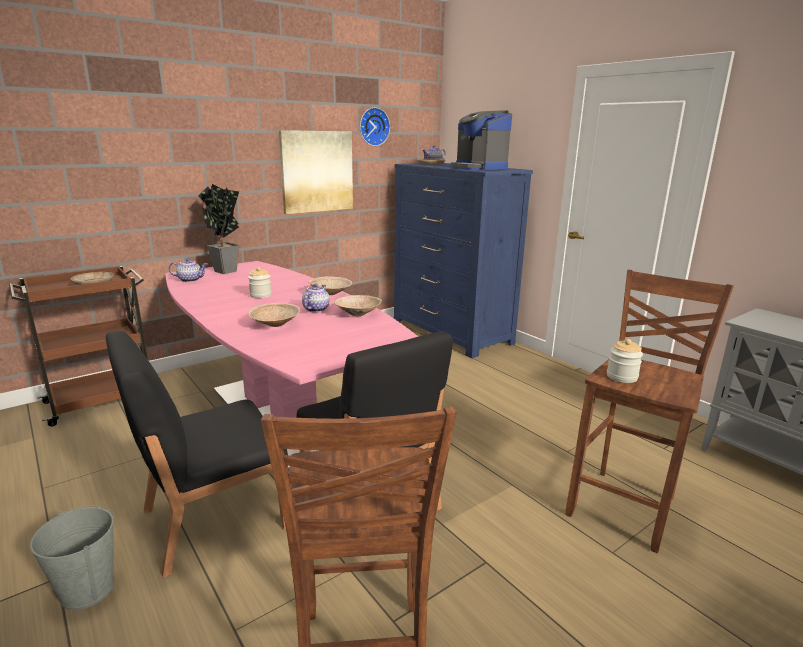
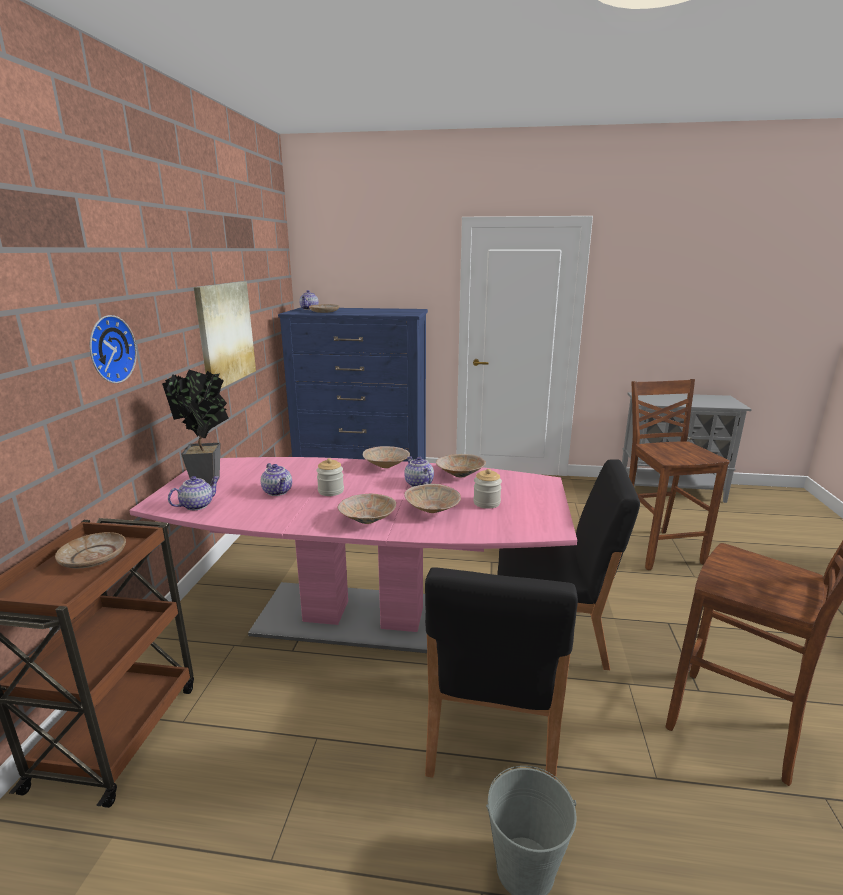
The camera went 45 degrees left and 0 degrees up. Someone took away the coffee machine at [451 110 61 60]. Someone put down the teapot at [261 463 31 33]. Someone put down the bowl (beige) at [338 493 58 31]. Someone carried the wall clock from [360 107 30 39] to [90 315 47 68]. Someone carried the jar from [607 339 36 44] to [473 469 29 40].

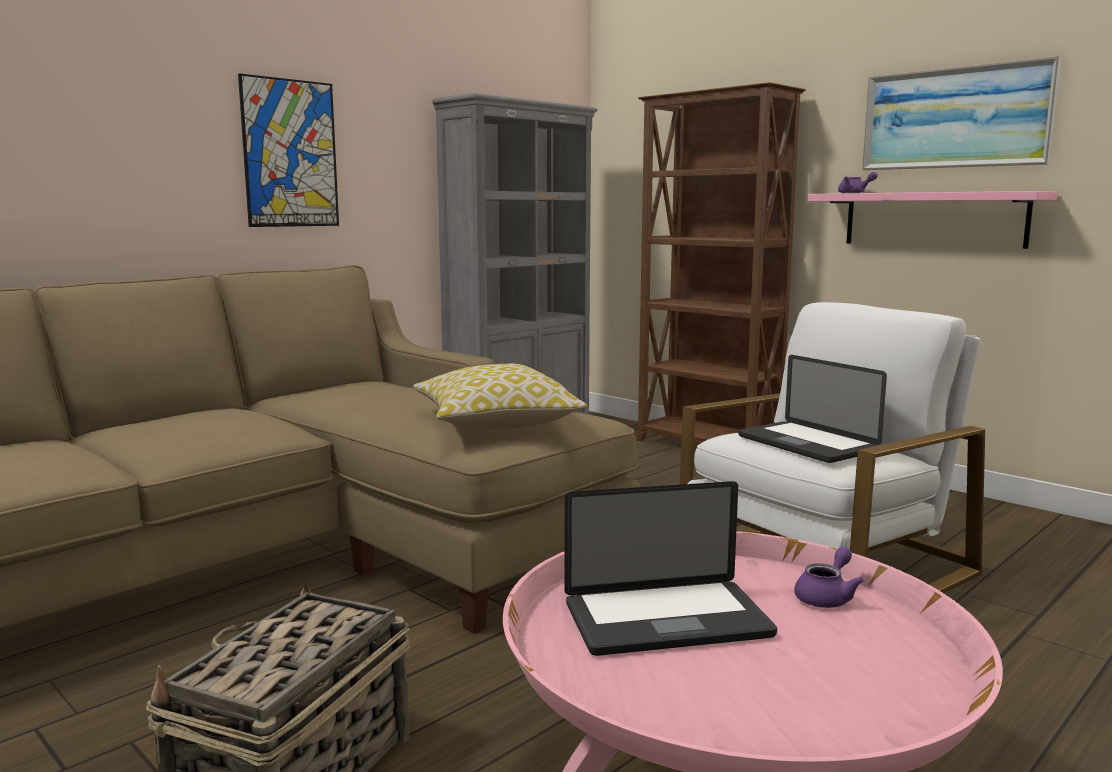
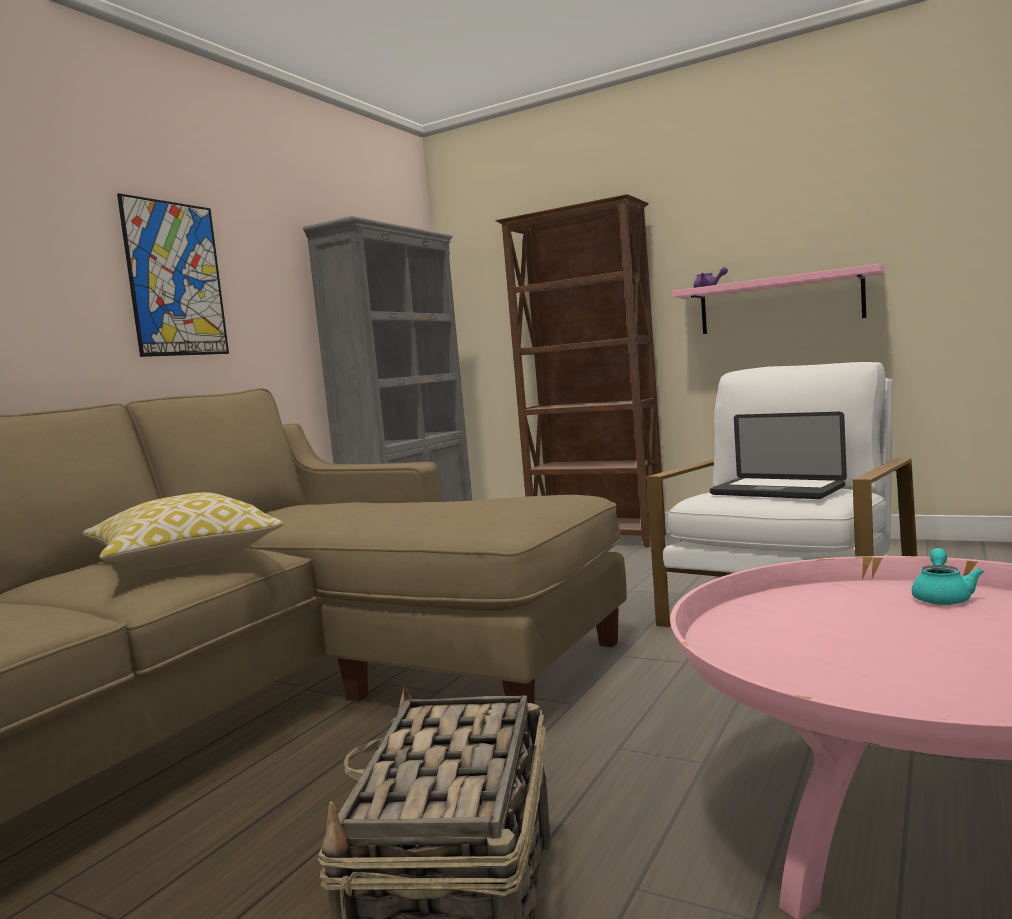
The camera went 15 degrees left and 5 degrees down. Someone took away the laptop at [564 481 213 175]. Someone took away the picture at [862 56 200 114]. Someone carried the pillow from [413 364 174 67] to [83 492 201 77]. Someone repainted the teapot (purple) at [794 547 70 61], which became the teapot (turquoise) at [912 548 72 57].

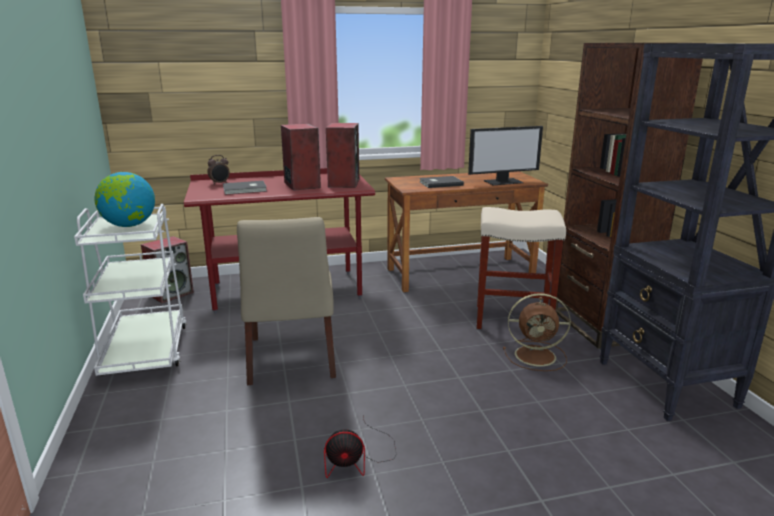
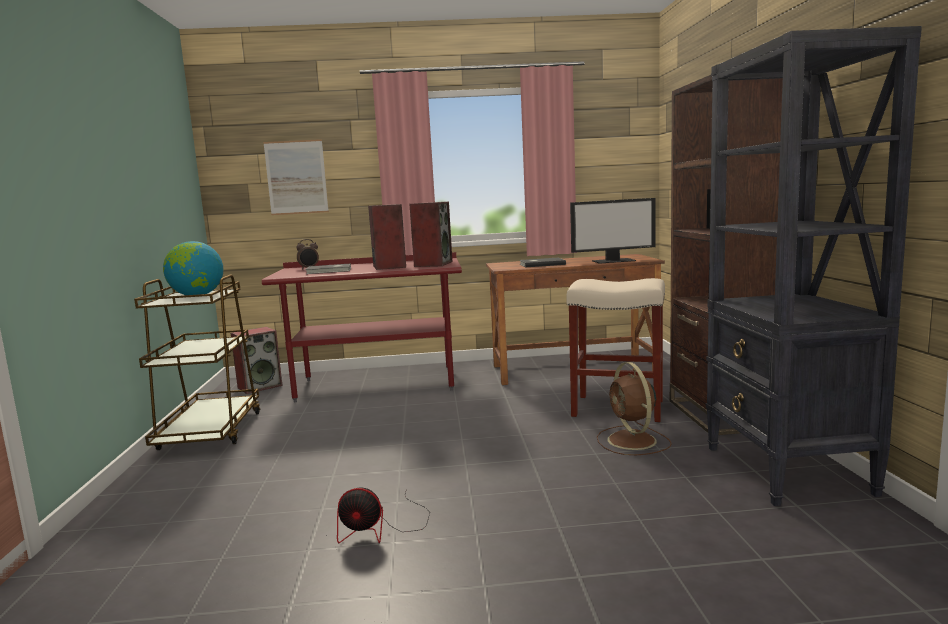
The camera went 10 degrees right and 10 degrees down. Someone took away the chair (beige) at [237 217 99 168]. Someone put up the picture at [263 139 66 76]. Someone repainted the cart (white) at [74 204 113 172], which became the cart (brown) at [134 275 127 175]. Someone rotated the fan (brown) at [503 293 68 78] by 60 degrees clockwise.

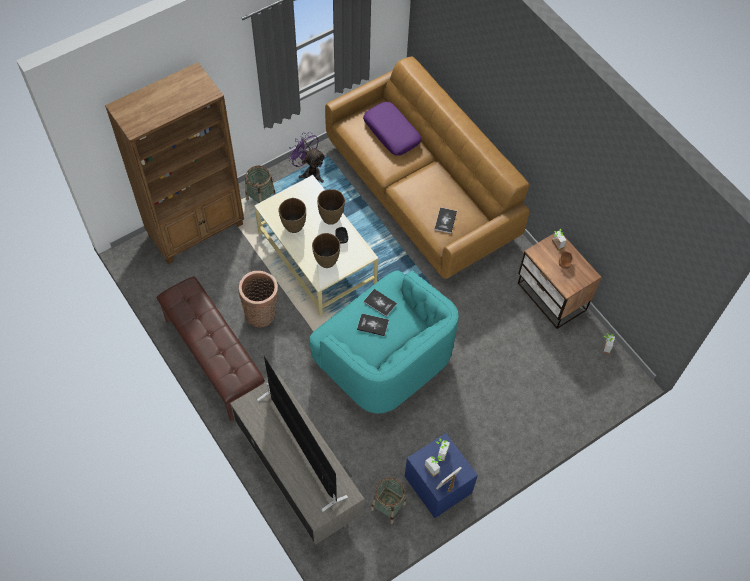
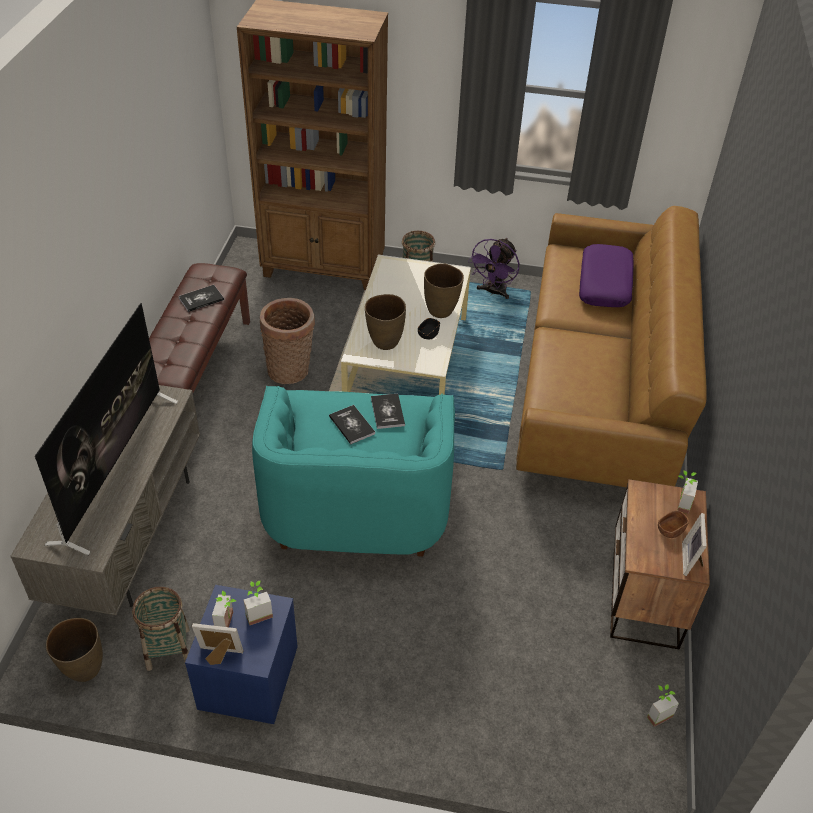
The camera went 45 degrees right and 15 degrees down. Someone put down the picture frame at [682 513 25 63]. Someone carried the vase (brown) from [278 198 28 35] to [46 618 57 64]. Someone carried the book from [435 207 22 26] to [179 285 45 27]. Someone rotated the fan (purple) at [287 132 39 51] by 150 degrees counterclockwise.

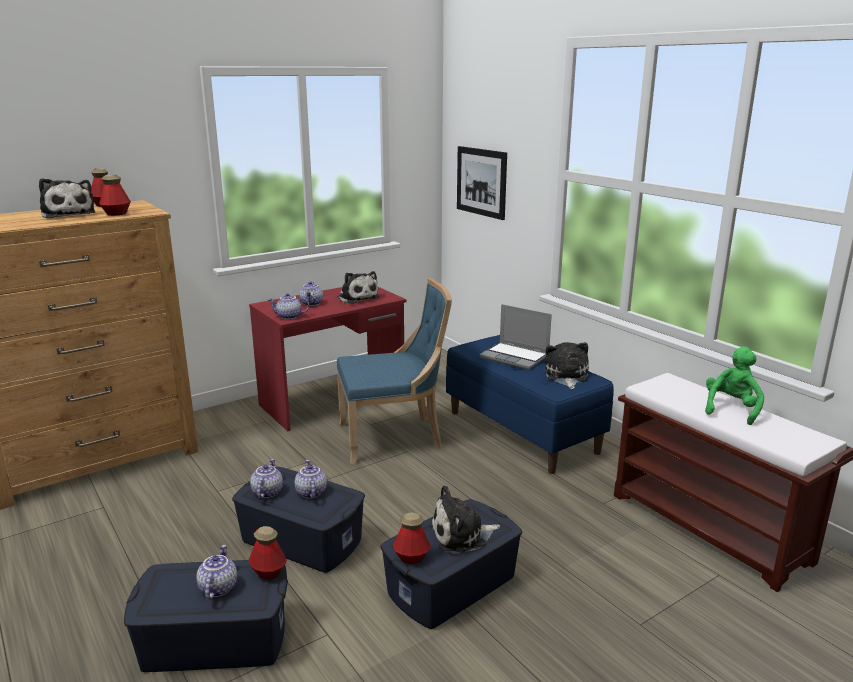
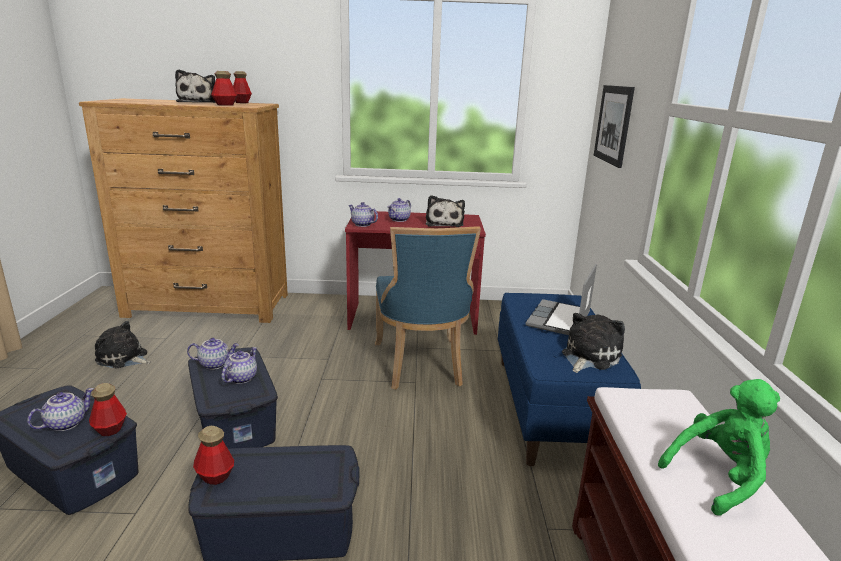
The camera went 35 degrees right and 0 degrees up. Someone carried the plush toy from [430 485 70 69] to [95 321 56 48]. Someone rotated the teapot at [250 459 33 39] by 45 degrees clockwise. Someone rotated the chair (blue) at [337 278 115 186] by 60 degrees clockwise. Someone rotated the laptop at [479 304 73 66] by 45 degrees clockwise.

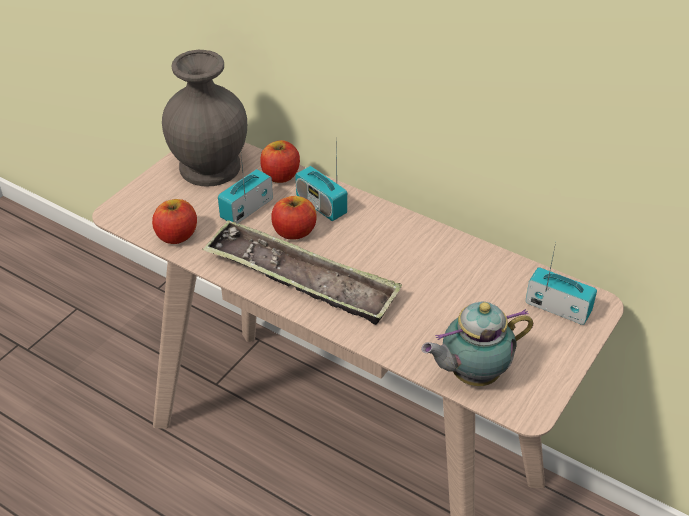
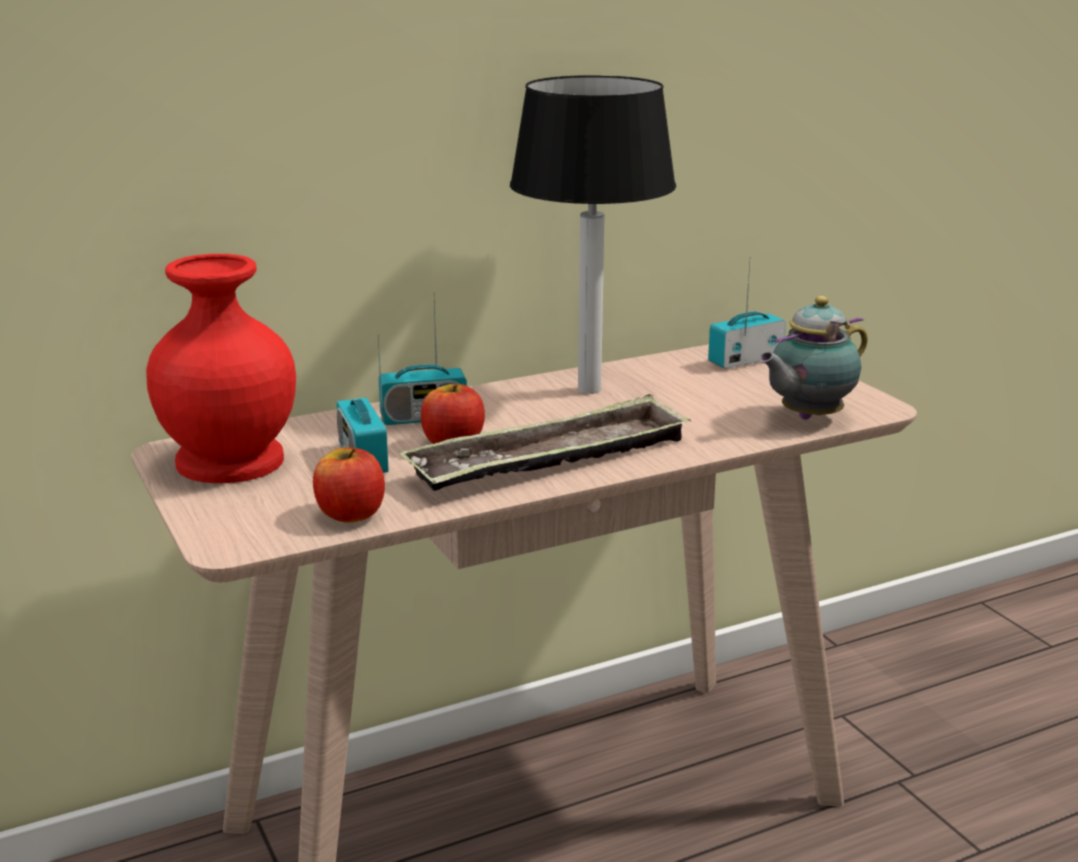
The camera went 60 degrees left and 20 degrees down. Someone took away the apple at [260 140 40 43]. Someone put down the table lamp at [510 75 166 319]. Someone repainted the vase (grey) at [162 50 85 136], which became the vase (red) at [146 254 150 229]. Someone rotated the teapot at [421 302 112 84] by 45 degrees clockwise.

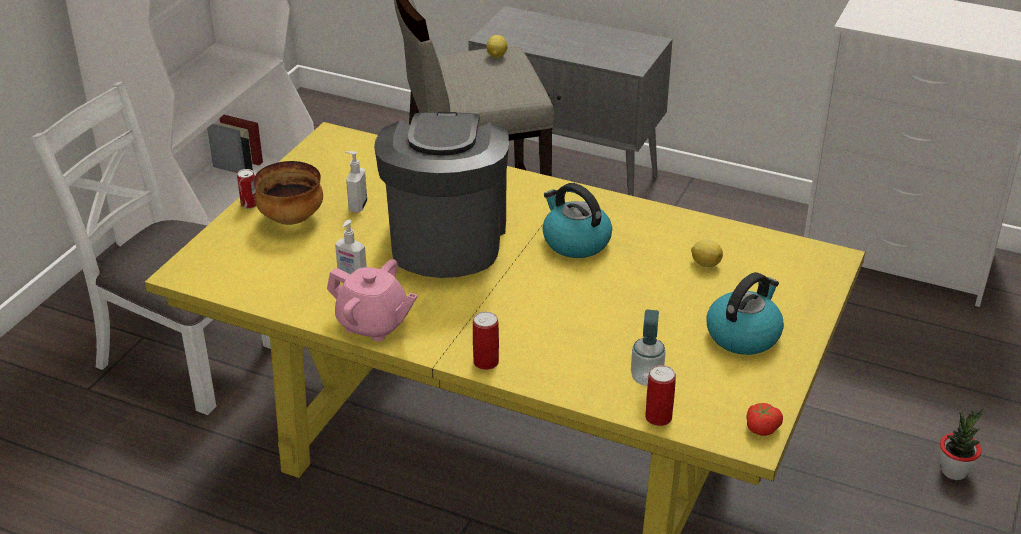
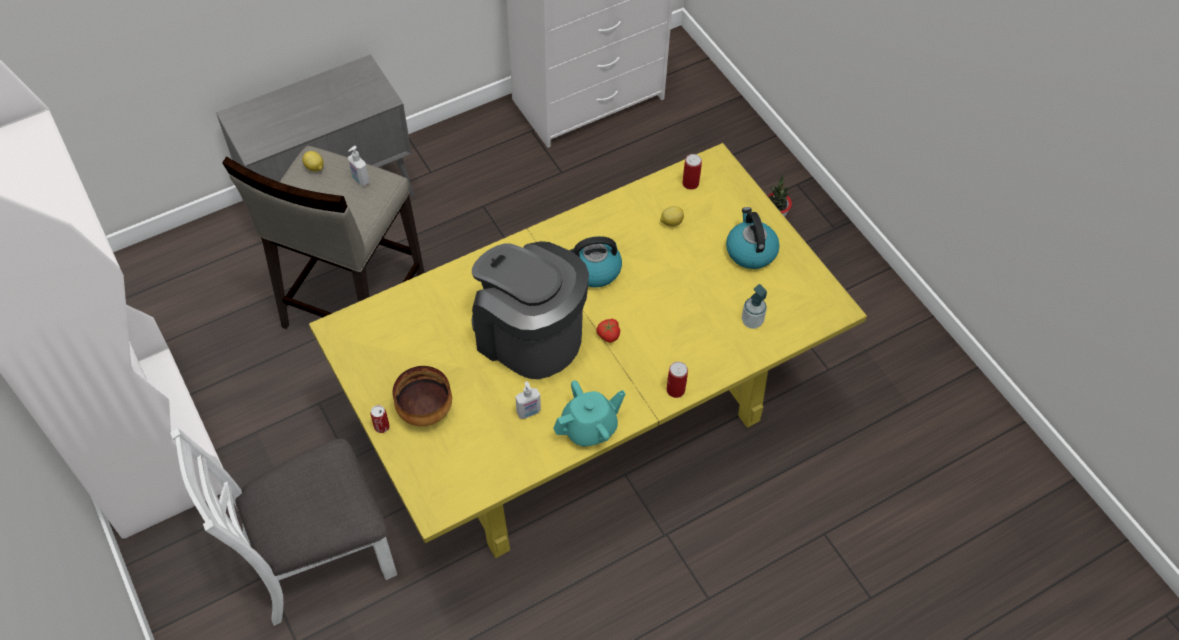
The camera went 55 degrees left and 20 degrees up. Someone carried the soap dispenser from [345 151 22 62] to [348 146 22 40]. Someone carried the can from [645 365 31 61] to [682 154 20 36]. Someone carried the tomato from [746 403 37 33] to [596 319 24 24]. Someone repainted the teapot (pink) at [327 259 91 83], which became the teapot (turquoise) at [553 380 73 67].

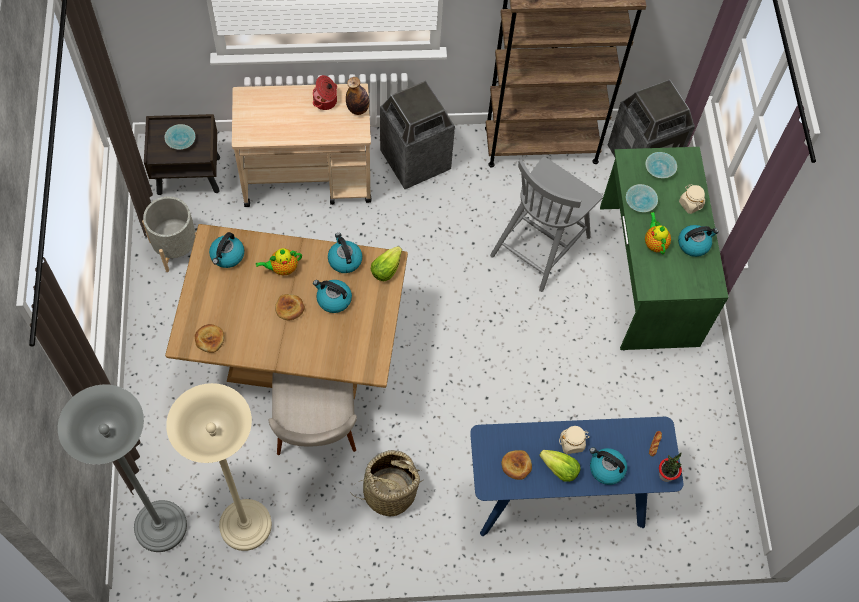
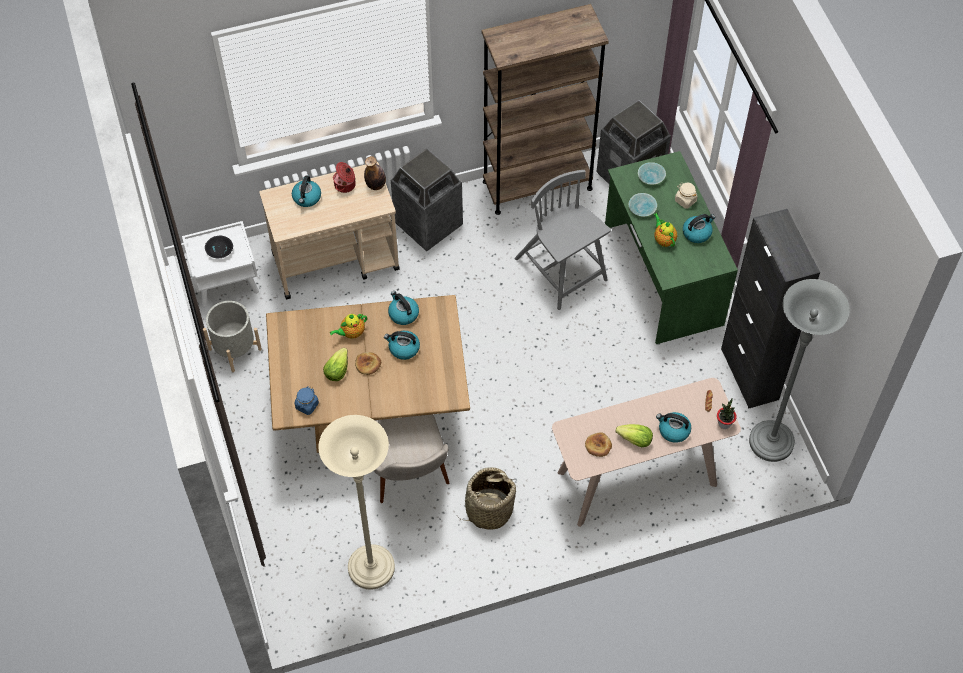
The camera went 10 degrees left and 5 degrees down. Someone took away the jar (beige) at [559 426 30 28]. Someone put down the cabinet (black) at [721 209 99 199]. Someone carried the floor lamp (grey) from [58 384 129 168] to [749 279 101 183]. Someone carried the kettle from [209 232 35 36] to [292 176 29 31]. Someone carried the lettuce from [370 246 32 35] to [323 348 25 33]. Someone swapped the bread at [194 324 30 29] for the jar (blue) at [295 386 24 29]. Someone repainted the nightstand (brown) at [144 114 76 81], which became the nightstand (white) at [182 221 77 86]. Someone repainted the bowl (turquoise) at [165 124 30 26], which became the bowl (black) at [205 236 28 22]. Someone repainted the console table (blue) at [470 417 213 119], which became the console table (beige) at [552 378 189 149]. Someone rotated the chair (grey) at [490 157 113 135] by 120 degrees clockwise.

